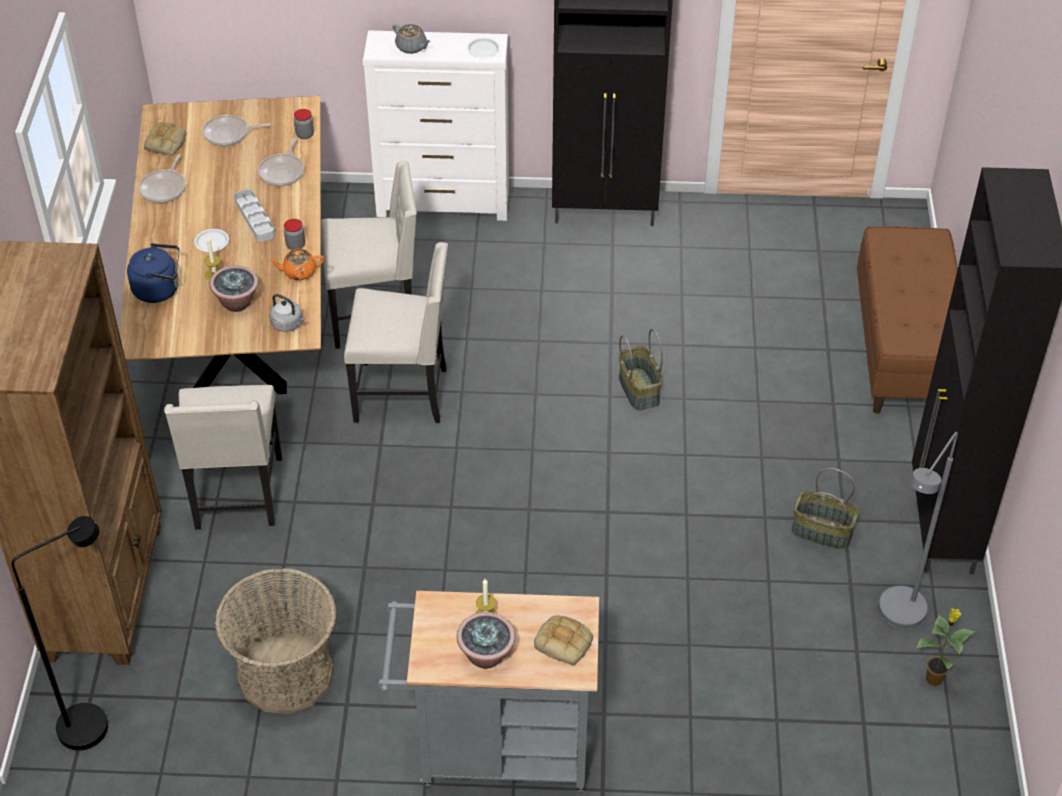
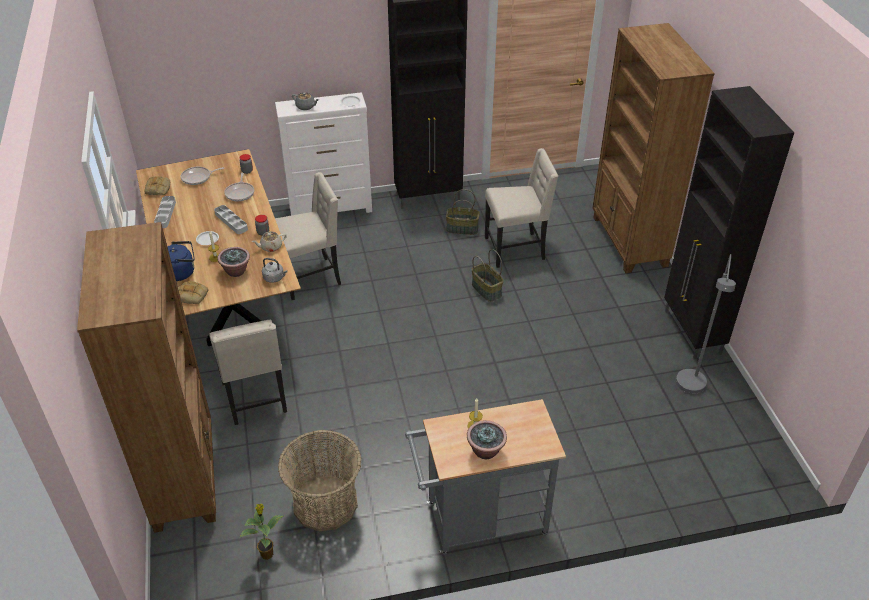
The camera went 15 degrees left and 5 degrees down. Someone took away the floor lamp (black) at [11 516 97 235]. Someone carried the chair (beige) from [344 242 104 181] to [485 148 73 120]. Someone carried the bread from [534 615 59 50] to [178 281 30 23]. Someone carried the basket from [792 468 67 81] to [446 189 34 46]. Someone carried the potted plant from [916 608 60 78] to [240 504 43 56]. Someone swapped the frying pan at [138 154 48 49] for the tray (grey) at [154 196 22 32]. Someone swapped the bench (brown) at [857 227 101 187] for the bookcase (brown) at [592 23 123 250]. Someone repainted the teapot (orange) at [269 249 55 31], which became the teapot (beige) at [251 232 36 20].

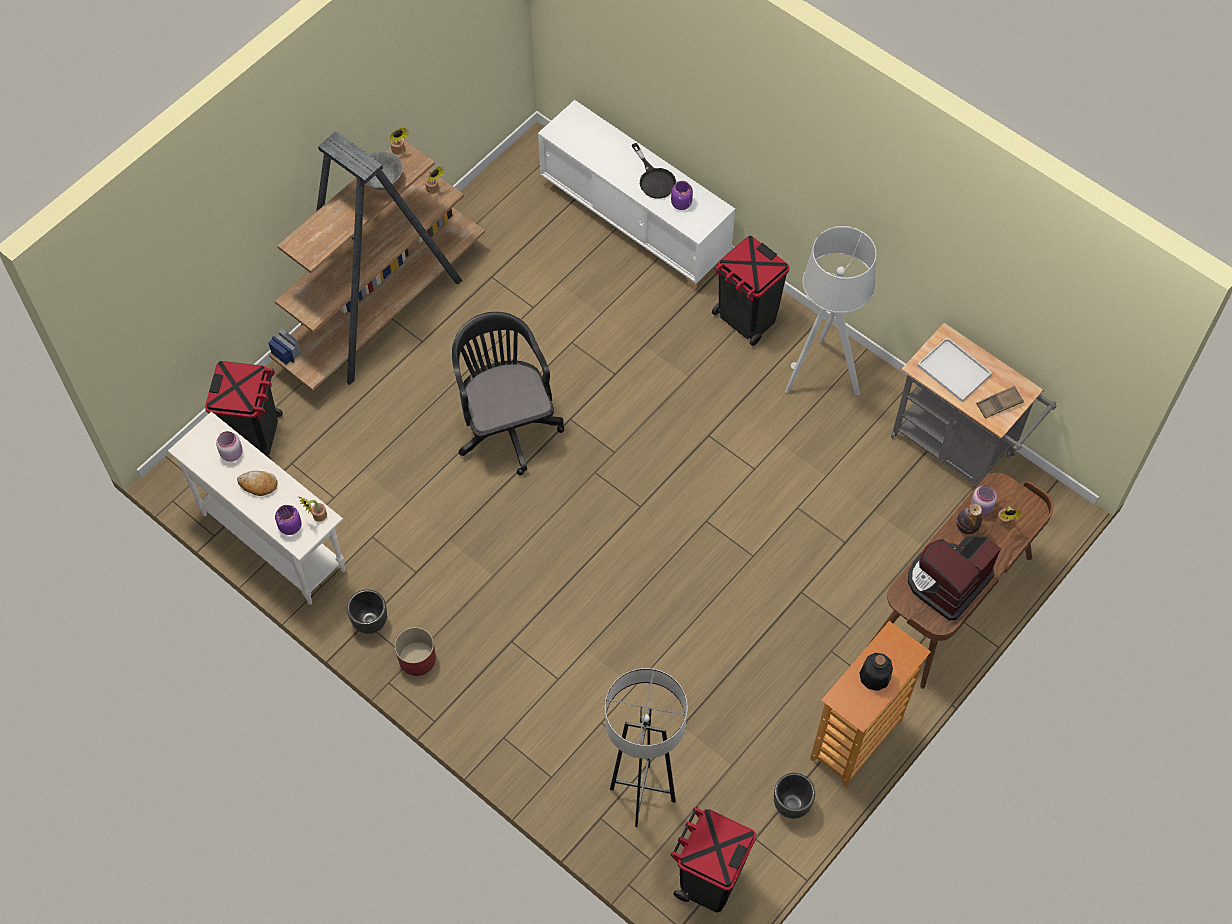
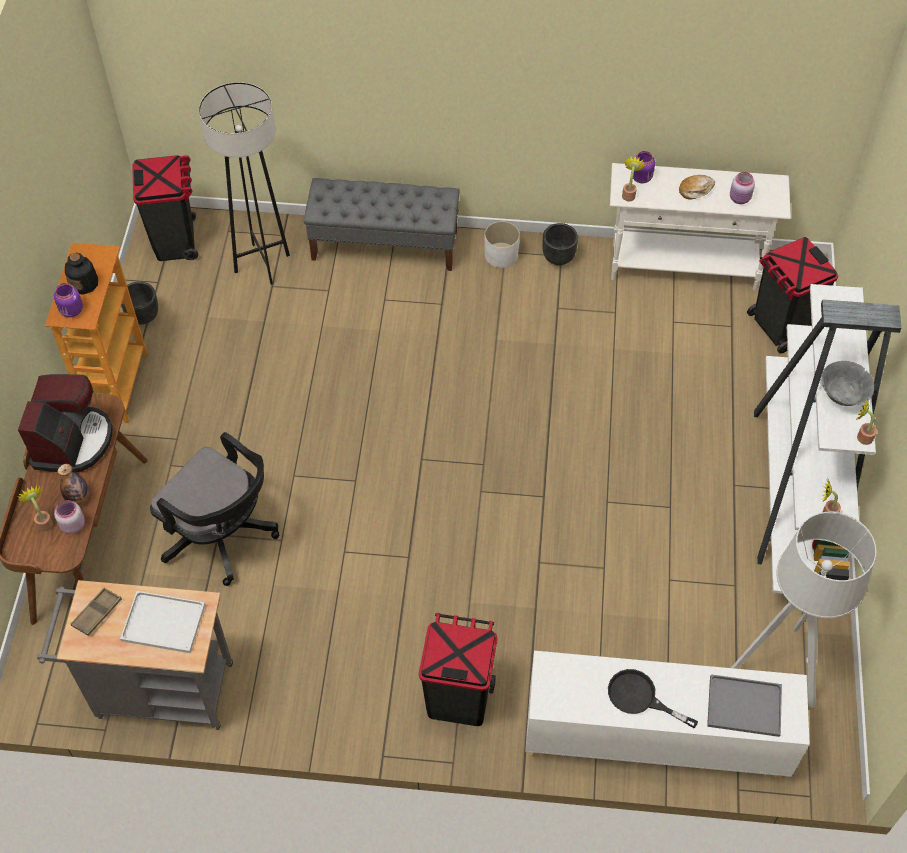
The camera went 145 degrees right and 5 degrees down. Someone put down the bench (grey) at [304 178 156 93]. Someone put down the tray (grey) at [707 674 75 63]. Someone carried the office chair (black) from [452 312 112 163] to [150 432 129 154]. Someone carried the jar (purple) from [671 181 22 29] to [54 283 29 34]. Someone carried the floor lamp (grey) from [784 226 92 169] to [731 512 145 196]. Someone repainted the bookcase (brown) at [268 131 217 260], which became the bookcase (white) at [754 284 148 310]. Someone repainted the planter (red) at [394 627 42 49], which became the planter (white) at [484 221 36 47].

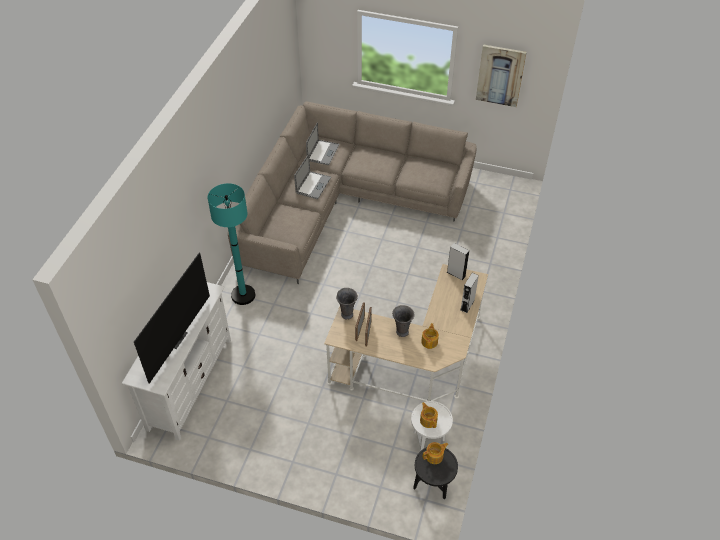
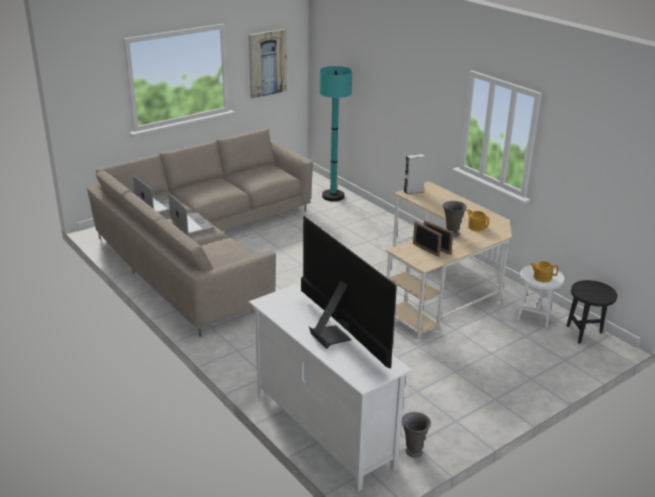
The camera went 55 degrees left and 20 degrees down. Someone took away the teapot at [423 442 26 22]. Someone took away the speaker (grey) at [461 273 18 40]. Someone carried the floor lamp (turquoise) from [208 183 47 122] to [319 66 33 135]. Someone carried the vase (grey) from [336 288 22 32] to [402 412 29 46].

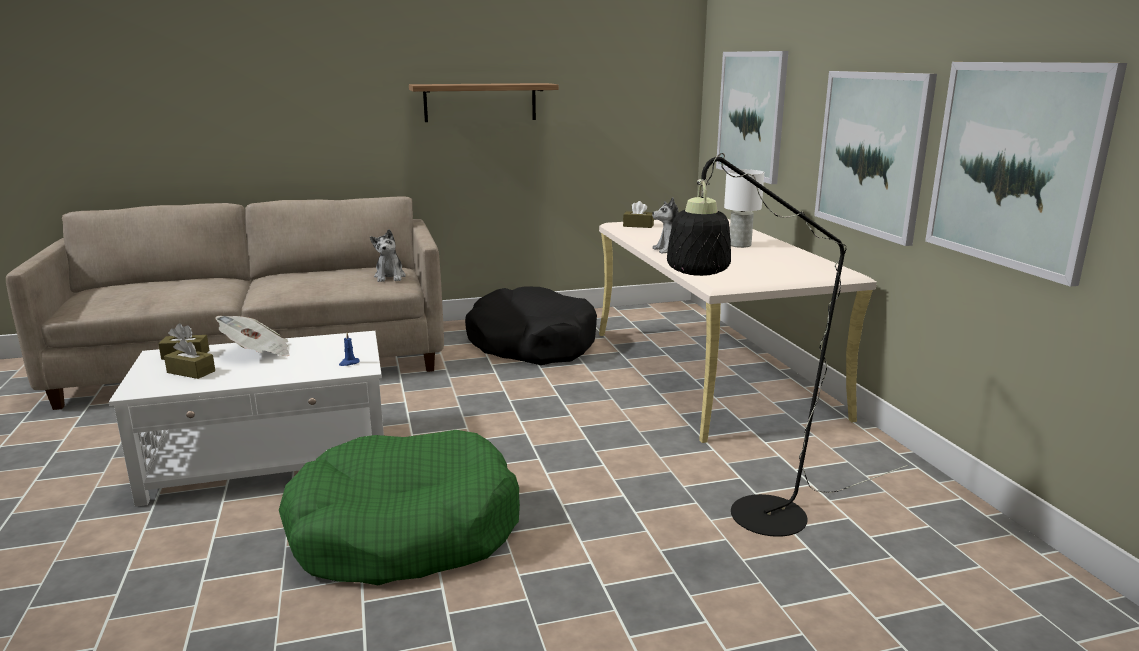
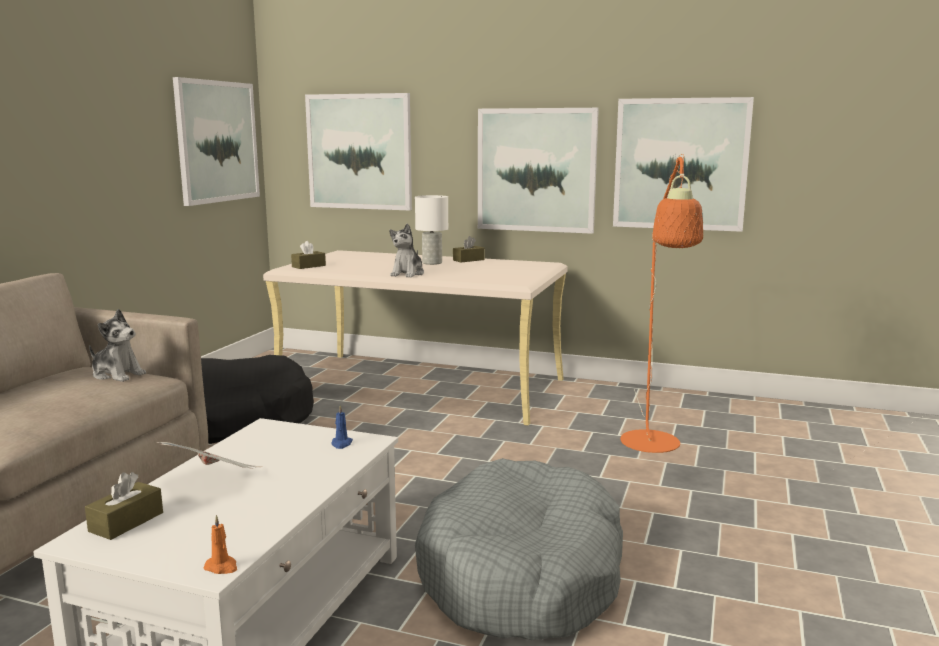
The camera went 55 degrees left and 5 degrees down. Someone took away the shelf at [409 83 150 39]. Someone put up the picture at [173 77 87 129]. Someone put down the candle (orange) at [204 515 33 59]. Someone carried the tissue box (brown) from [164 339 51 40] to [453 236 32 26]. Someone repainted the dog bed (green) at [279 430 241 155], which became the dog bed (grey) at [415 458 208 182]. Someone repainted the floor lamp (black) at [667 153 241 384], which became the floor lamp (orange) at [620 154 83 299].

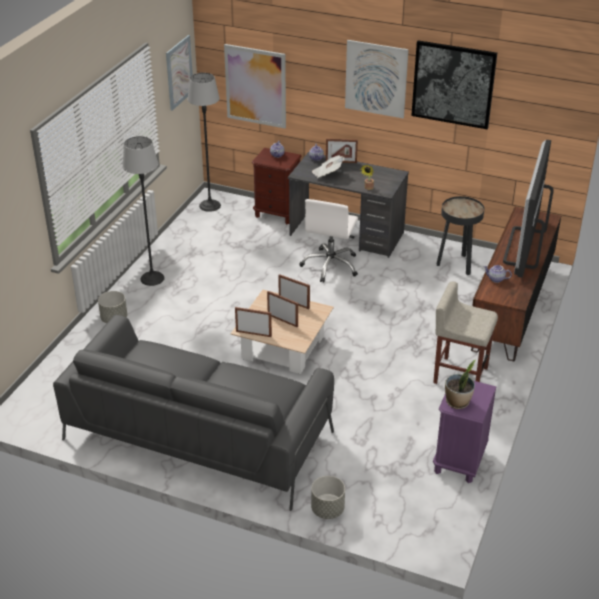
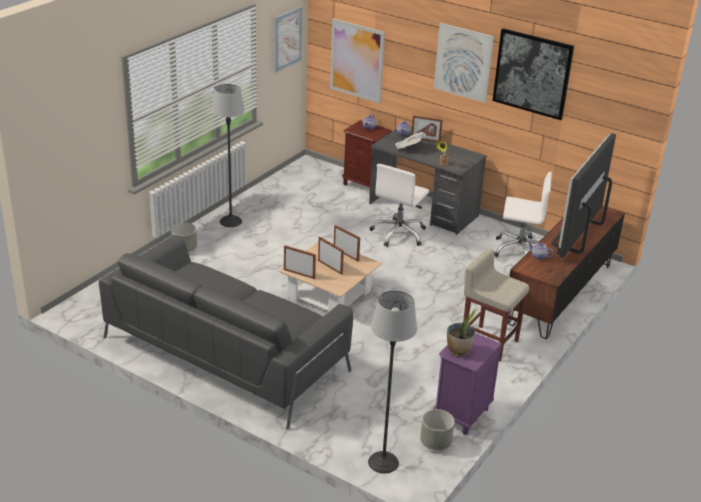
The camera went 10 degrees right and 5 degrees down. Someone carried the floor lamp from [187 73 34 139] to [368 291 49 183]. Someone carried the planter (grey) from [311 476 34 43] to [420 409 35 41]. Someone swapped the side table (black) at [437 196 47 79] for the office chair (white) at [494 171 58 86].

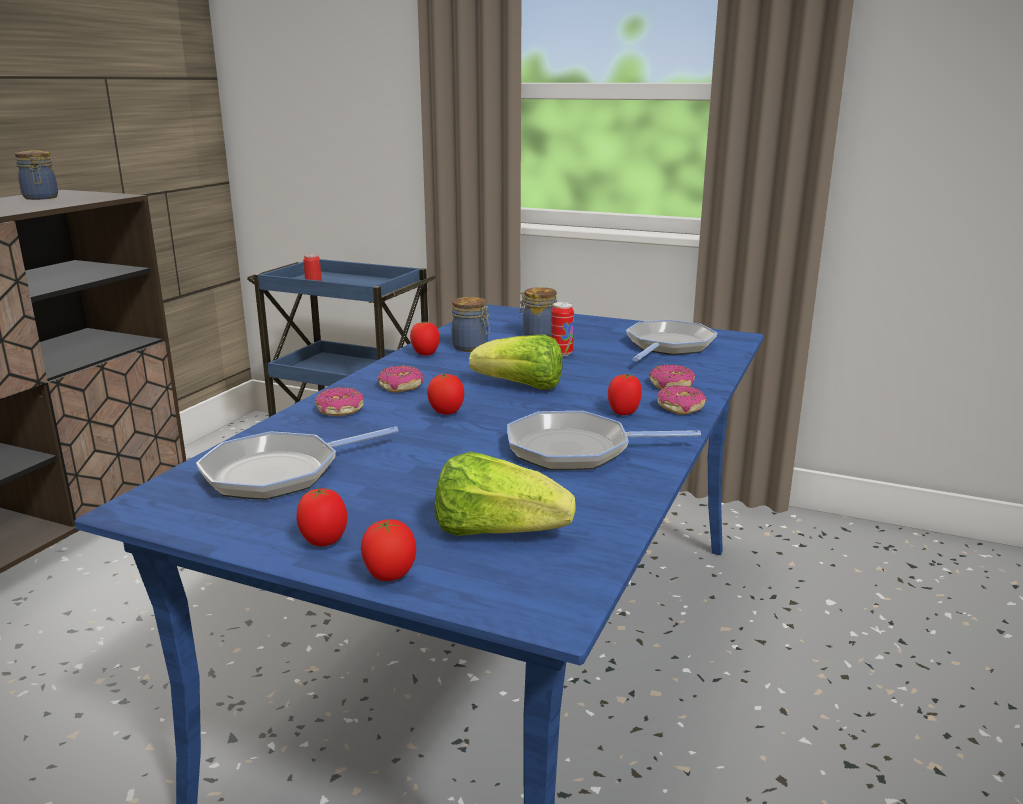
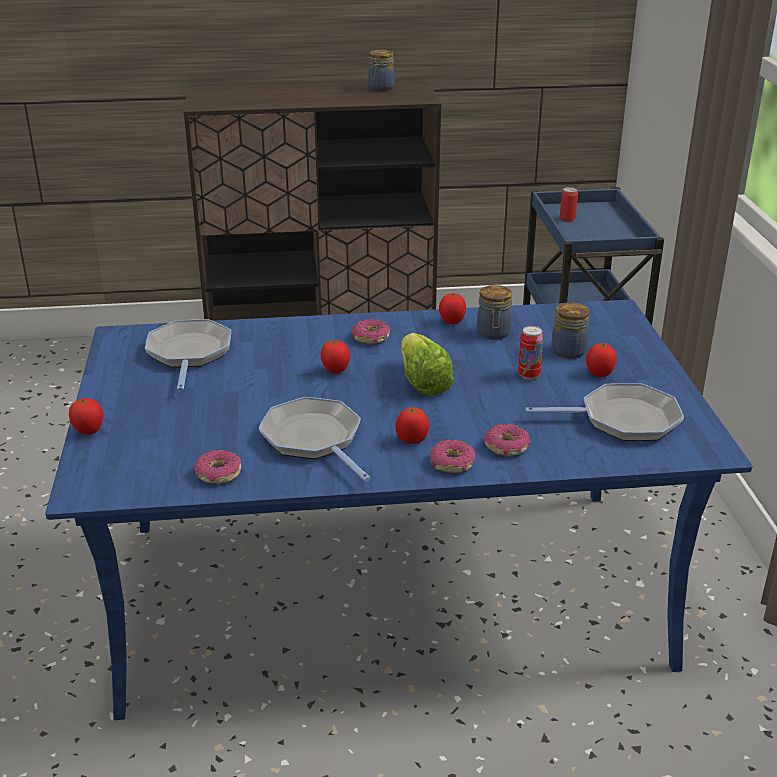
The camera went 60 degrees right and 10 degrees up. Someone took away the lettuce at [435 452 141 84]. Someone carried the tomato from [297 488 50 58] to [586 343 31 34]. Someone carried the donut from [315 387 49 29] to [194 450 47 34]. Someone rotated the frying pan at [196 426 203 74] by 60 degrees clockwise.

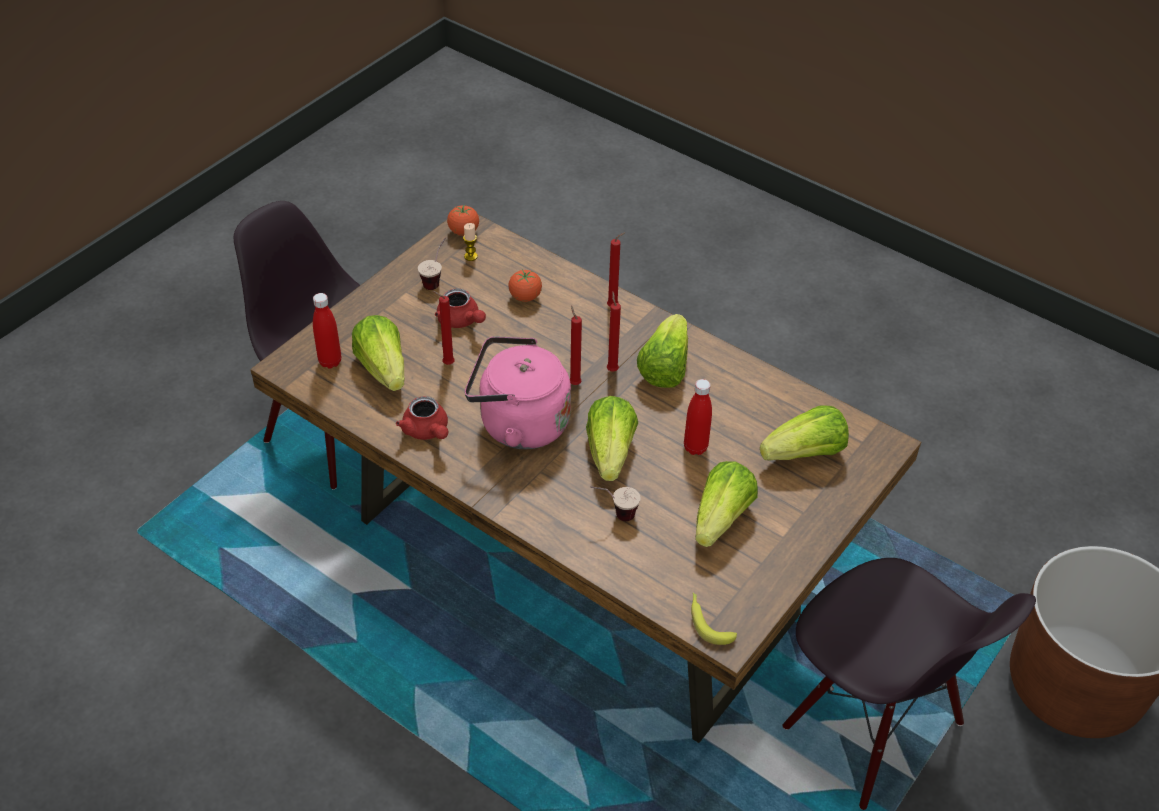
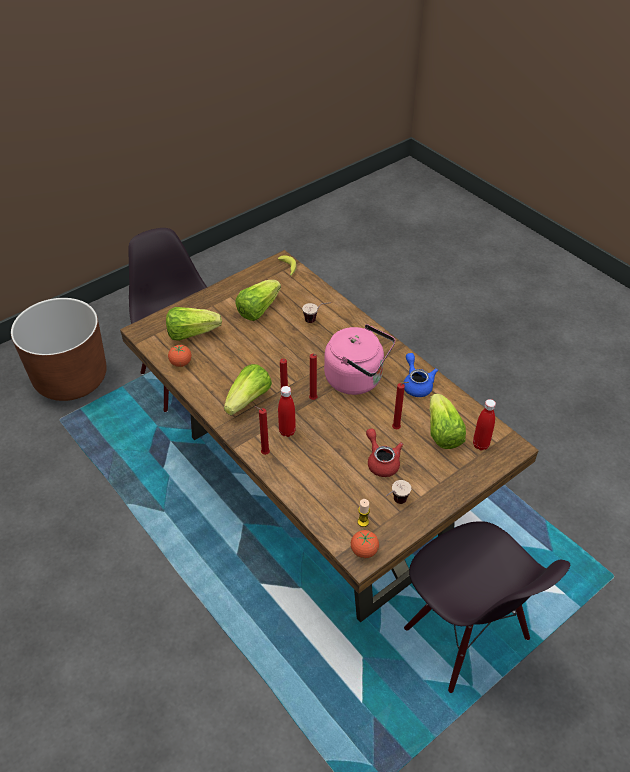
The camera went 165 degrees left and 0 degrees up. Someone took away the lettuce at [586 396 52 85]. Someone carried the tomato from [508 270 34 32] to [168 345 24 22]. Someone carried the bottle (red) from [684 379 28 76] to [278 386 18 51]. Someone repainted the teapot (red) at [396 396 53 44], which became the teapot (blue) at [403 353 35 44].

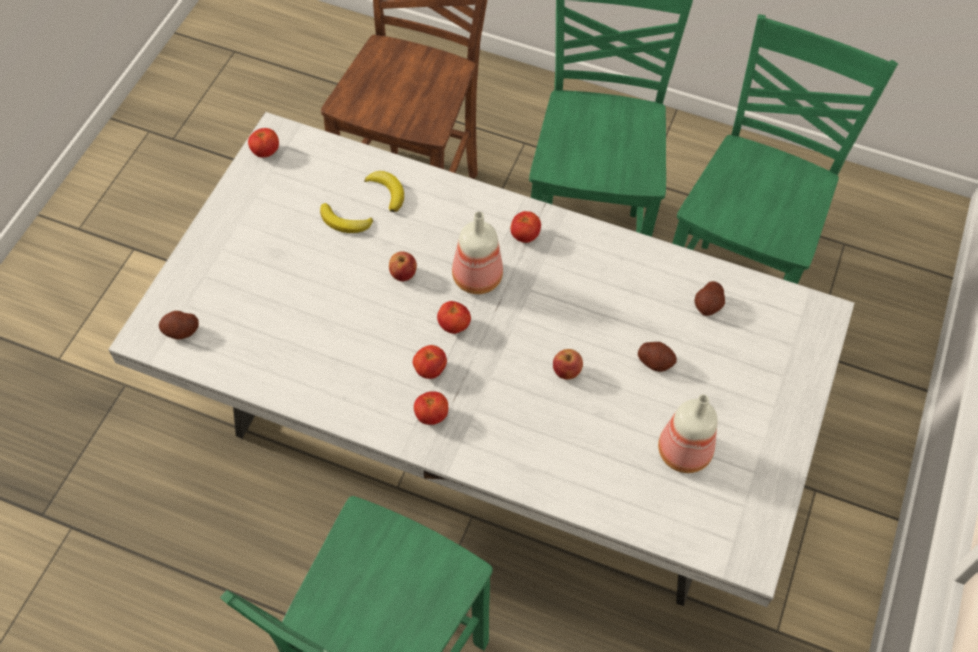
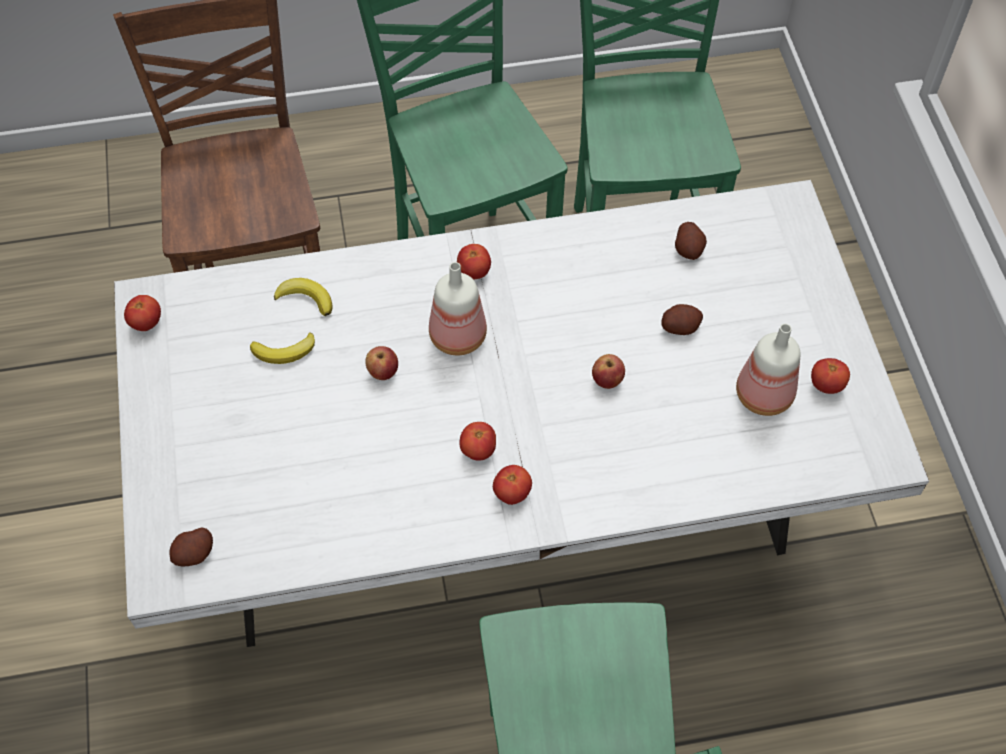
The camera went 30 degrees left and 0 degrees up. Someone carried the tomato from [437 301 34 33] to [811 358 39 36].

